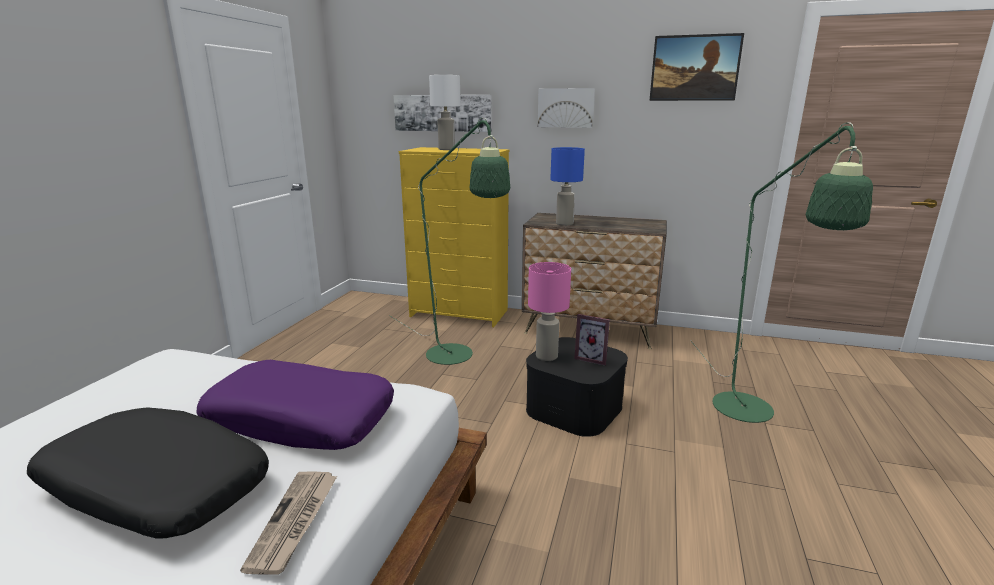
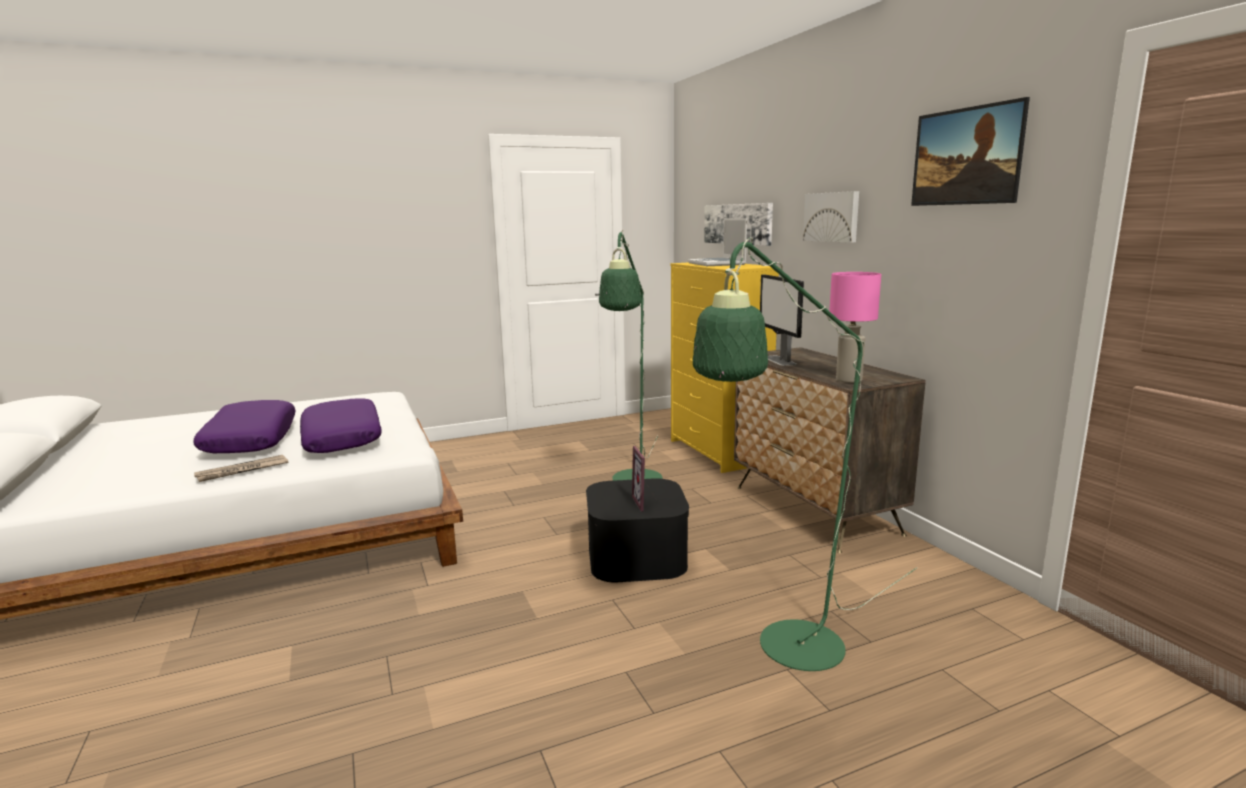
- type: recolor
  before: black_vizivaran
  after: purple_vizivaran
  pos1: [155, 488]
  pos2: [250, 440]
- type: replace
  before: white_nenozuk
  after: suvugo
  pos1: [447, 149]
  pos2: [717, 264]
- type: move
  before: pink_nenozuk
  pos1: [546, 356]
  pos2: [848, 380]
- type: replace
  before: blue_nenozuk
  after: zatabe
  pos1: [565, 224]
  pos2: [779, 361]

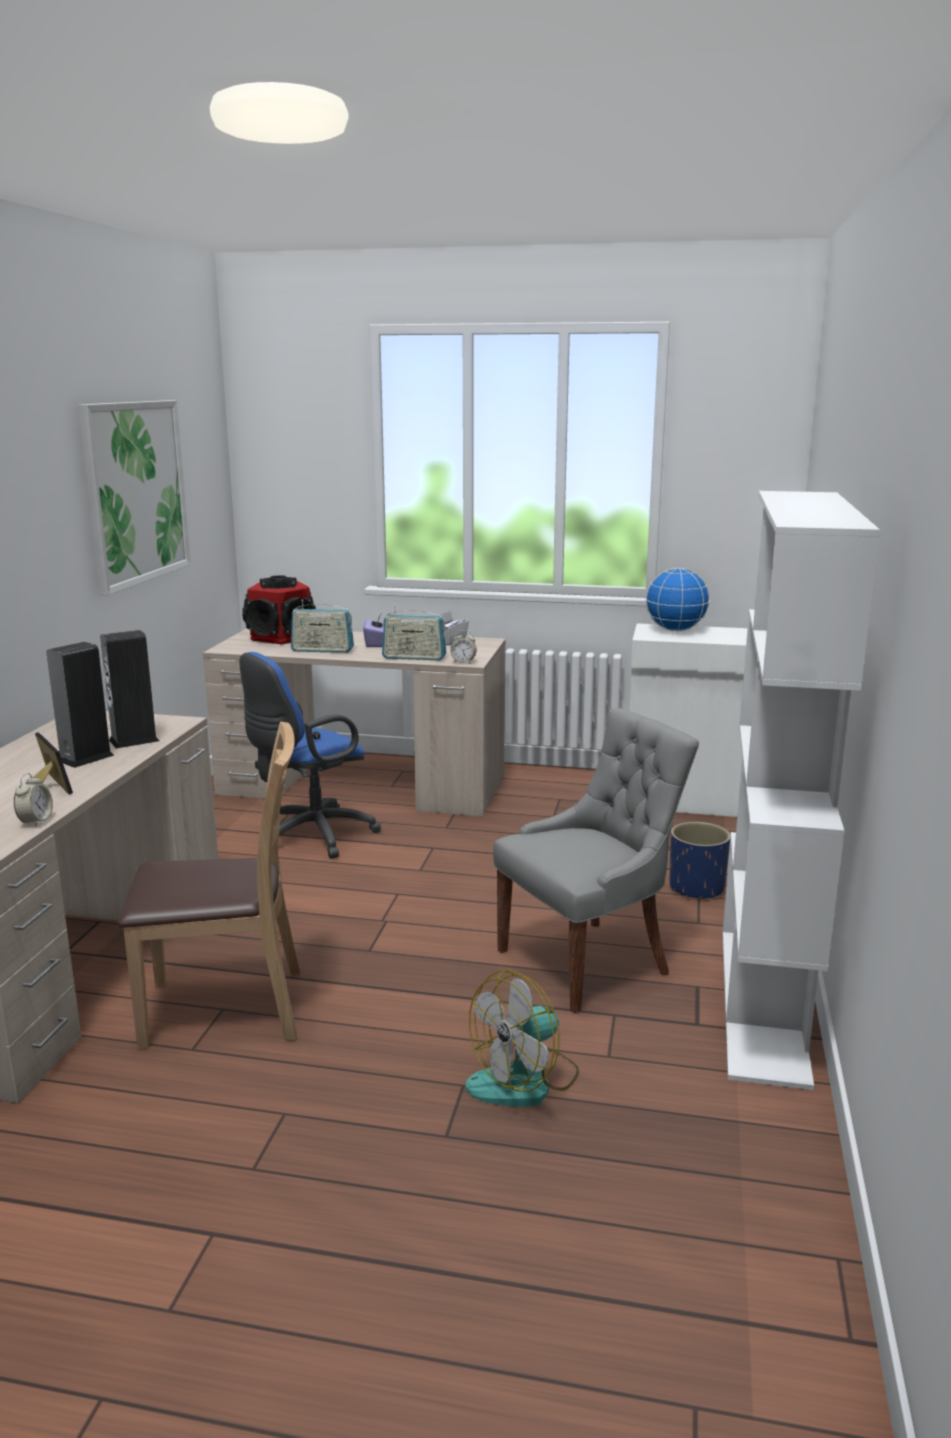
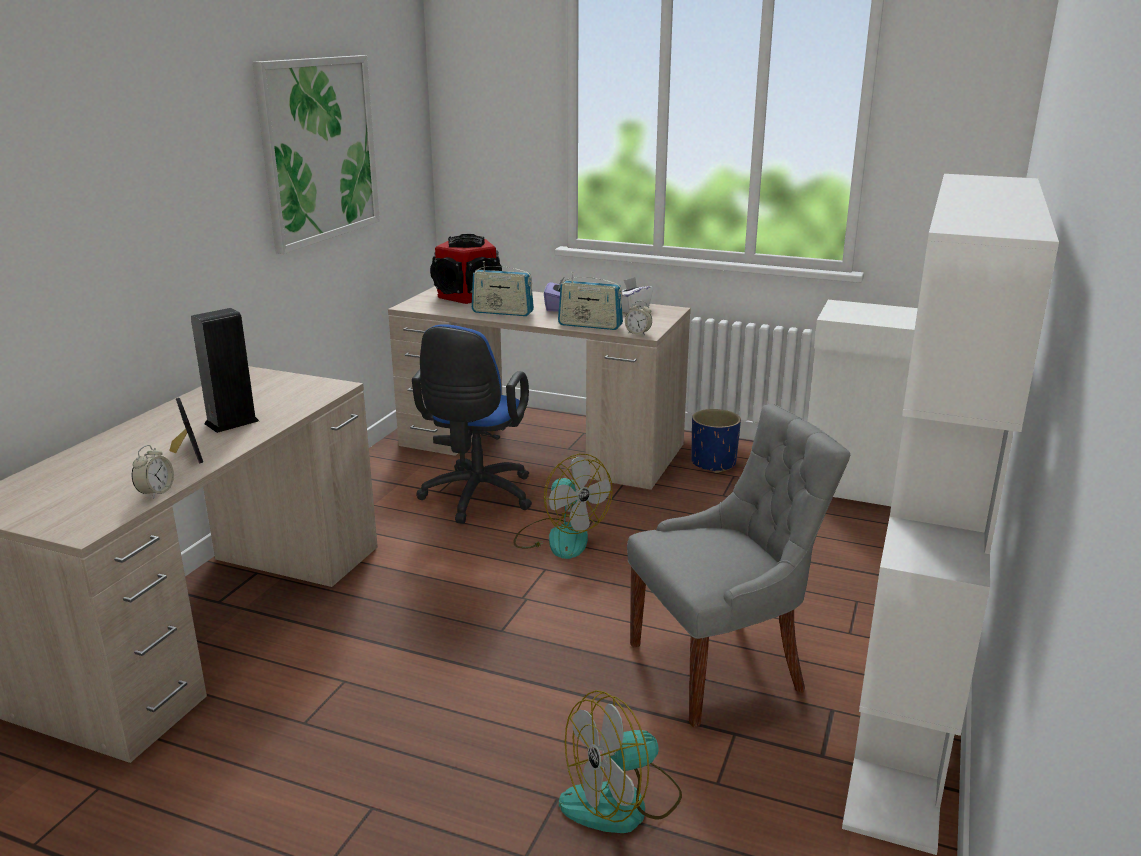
- type: delete
  before: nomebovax
  pos1: [134, 740]
- type: delete
  before: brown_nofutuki
  pos1: [226, 1009]
- type: rotate
  before: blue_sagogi
  pos1: [309, 837]
  pos2: [475, 498]
  turn: -45
- type: delete
  before: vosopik
  pos1: [675, 630]
- type: move
  before: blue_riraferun
  pos1: [696, 888]
  pos2: [713, 463]
- type: insert
  after: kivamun
  pos2: [560, 537]

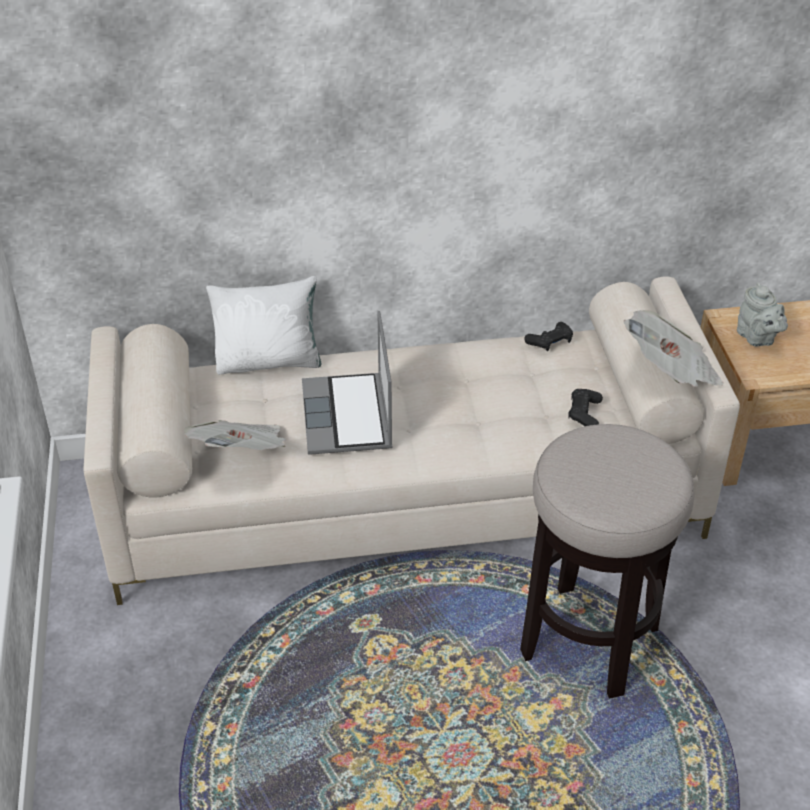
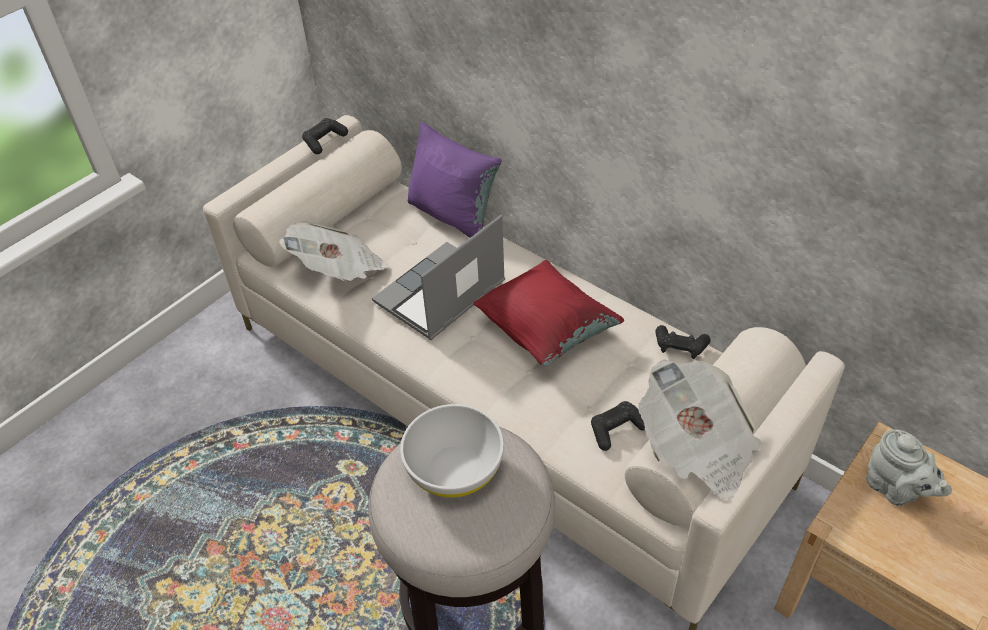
- type: recolor
  before: white_vizivaran
  after: purple_vizivaran
  pos1: [269, 361]
  pos2: [453, 215]
- type: rotate
  before: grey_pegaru
  pos1: [757, 338]
  pos2: [895, 490]
  turn: -60
- type: insert
  after: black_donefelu
  pos2: [324, 141]
- type: insert
  after: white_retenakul
  pos2: [454, 469]
- type: insert
  after: red_vizivaran
  pos2: [546, 332]

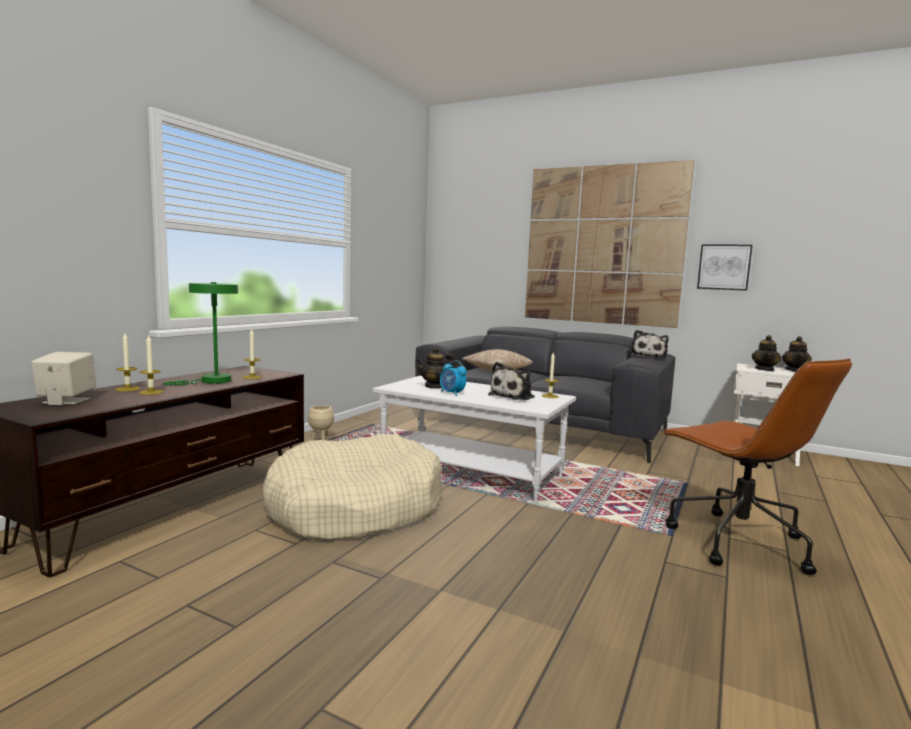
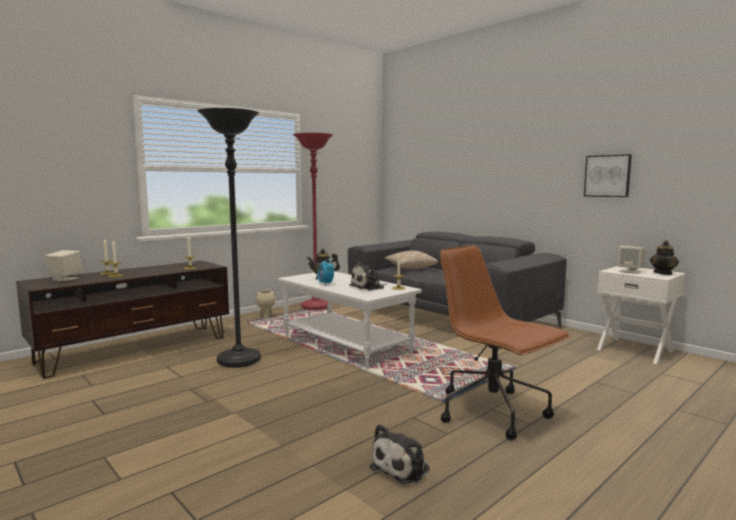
- type: delete
  before: green_nenozuk
  pos1: [211, 381]
- type: replace
  before: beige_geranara
  after: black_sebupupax
  pos1: [355, 508]
  pos2: [239, 360]
- type: delete
  before: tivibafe
  pos1: [602, 245]
- type: move
  before: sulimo
  pos1: [648, 356]
  pos2: [402, 467]
- type: rotate
  before: brown_sagogi
  pos1: [736, 541]
  pos2: [494, 412]
  turn: 150
- type: replace
  before: pegaru
  after: beige_nomebovax
  pos1: [764, 369]
  pos2: [630, 271]
- type: insert
  after: red_sebupupax
  pos2: [316, 307]

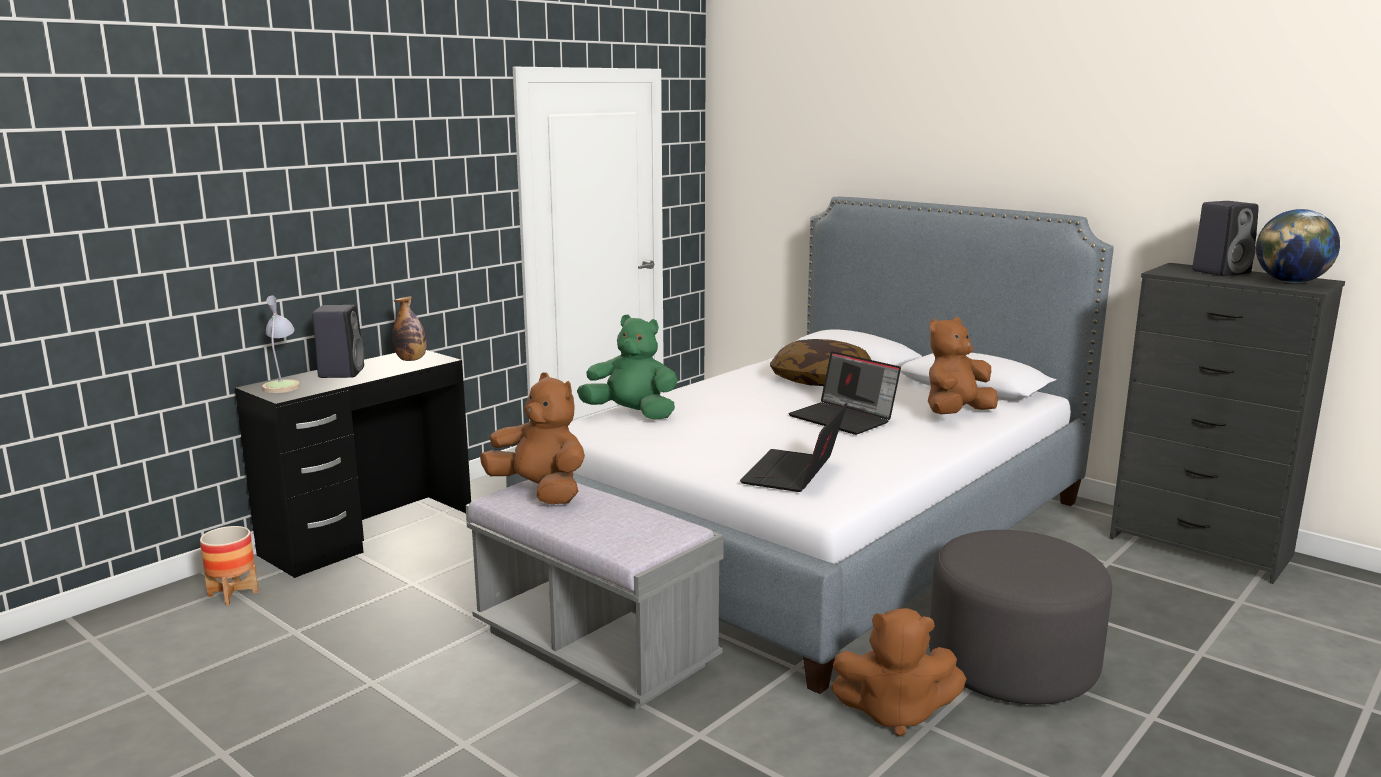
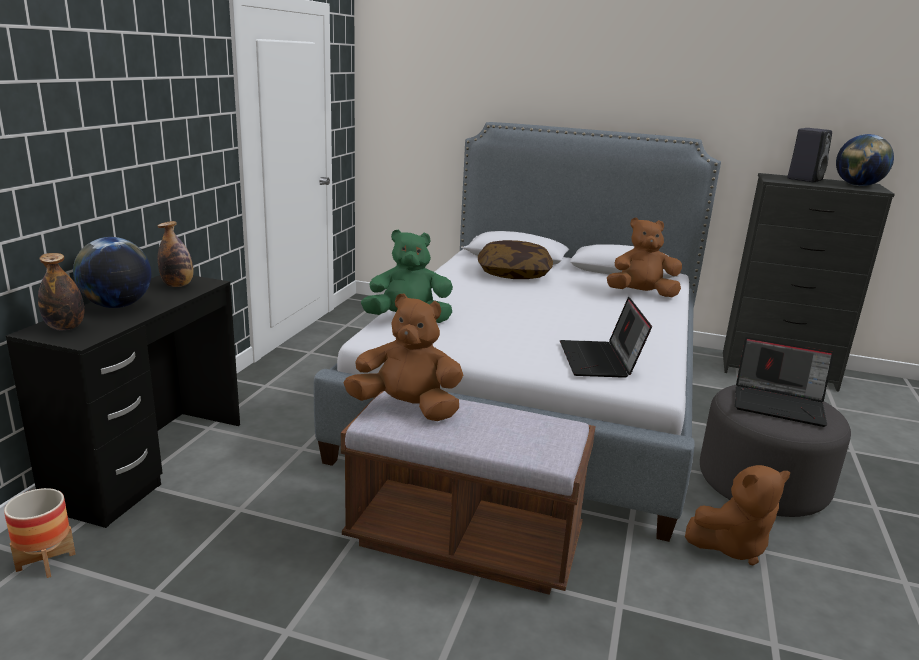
- type: replace
  before: nenozuk
  after: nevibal
  pos1: [283, 385]
  pos2: [65, 327]
- type: replace
  before: black_nomebovax
  after: vosopik
  pos1: [341, 372]
  pos2: [117, 306]
- type: recolor
  before: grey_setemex
  after: brown_setemex
  pos1: [594, 649]
  pos2: [464, 541]
- type: move
  before: suvugo
  pos1: [844, 418]
  pos2: [780, 404]
- type: rotate
  before: brown_sulimo
  pos1: [956, 414]
  pos2: [641, 294]
  turn: 60

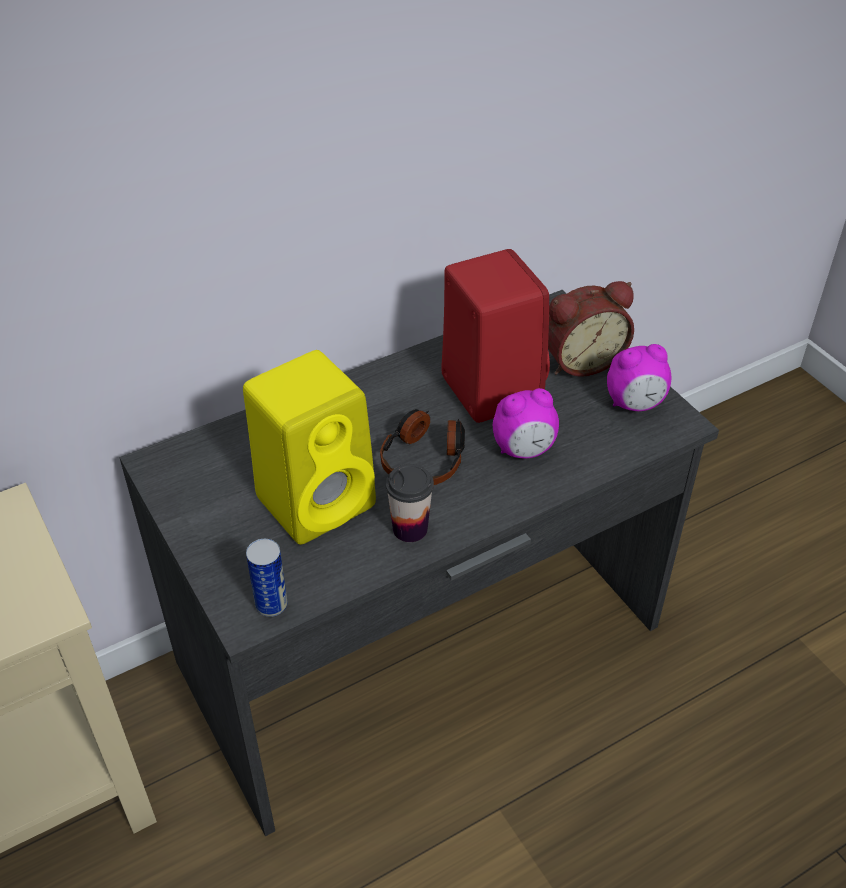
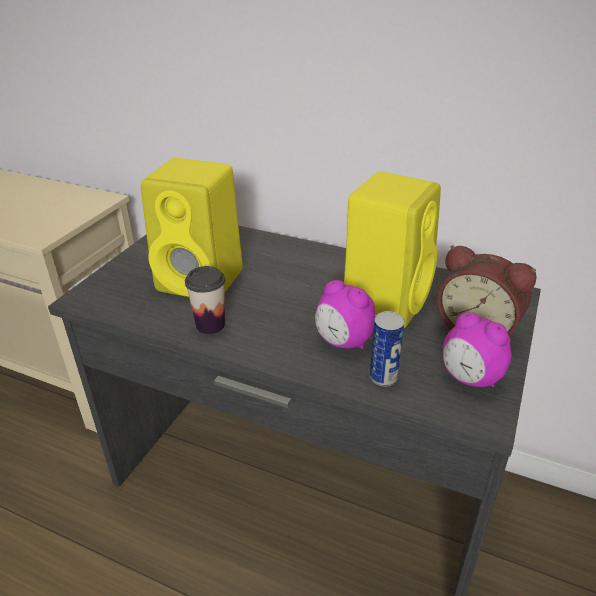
- type: move
  before: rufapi
  pos1: [271, 605]
  pos2: [383, 377]
- type: delete
  before: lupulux
  pos1: [425, 458]
- type: recolor
  before: red_nomebovax
  after: yellow_nomebovax
  pos1: [488, 387]
  pos2: [386, 300]

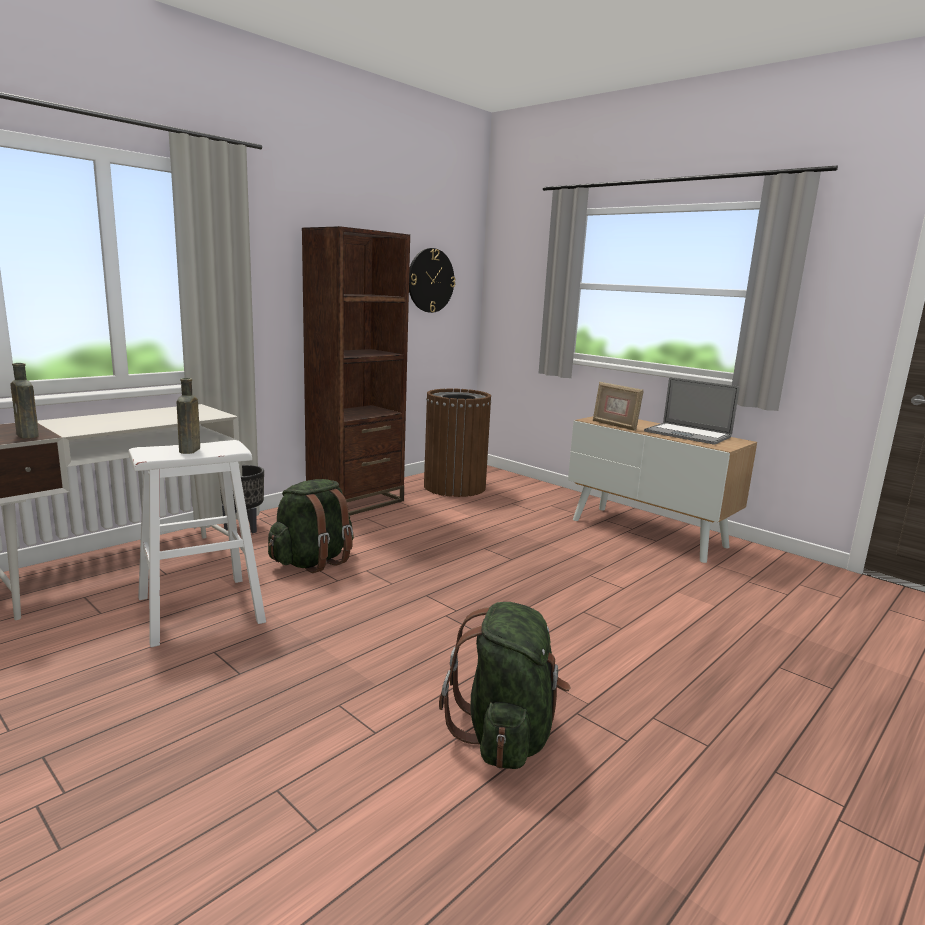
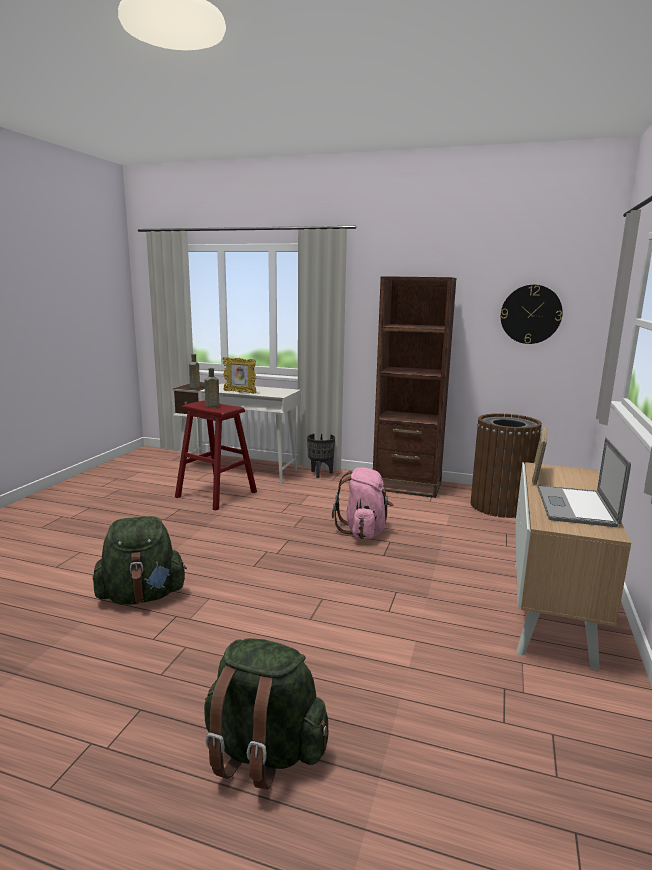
- type: recolor
  before: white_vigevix
  after: red_vigevix
  pos1: [200, 609]
  pos2: [216, 494]
- type: move
  before: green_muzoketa
  pos1: [313, 561]
  pos2: [263, 752]
- type: insert
  after: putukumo
  pos2: [240, 392]
- type: insert
  after: pink_muzoketa
  pos2: [363, 531]

